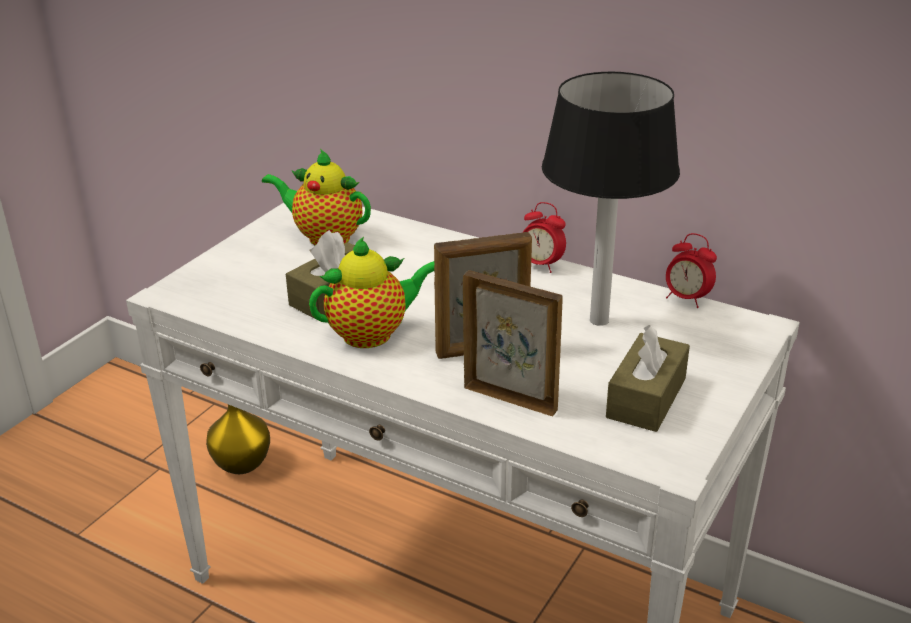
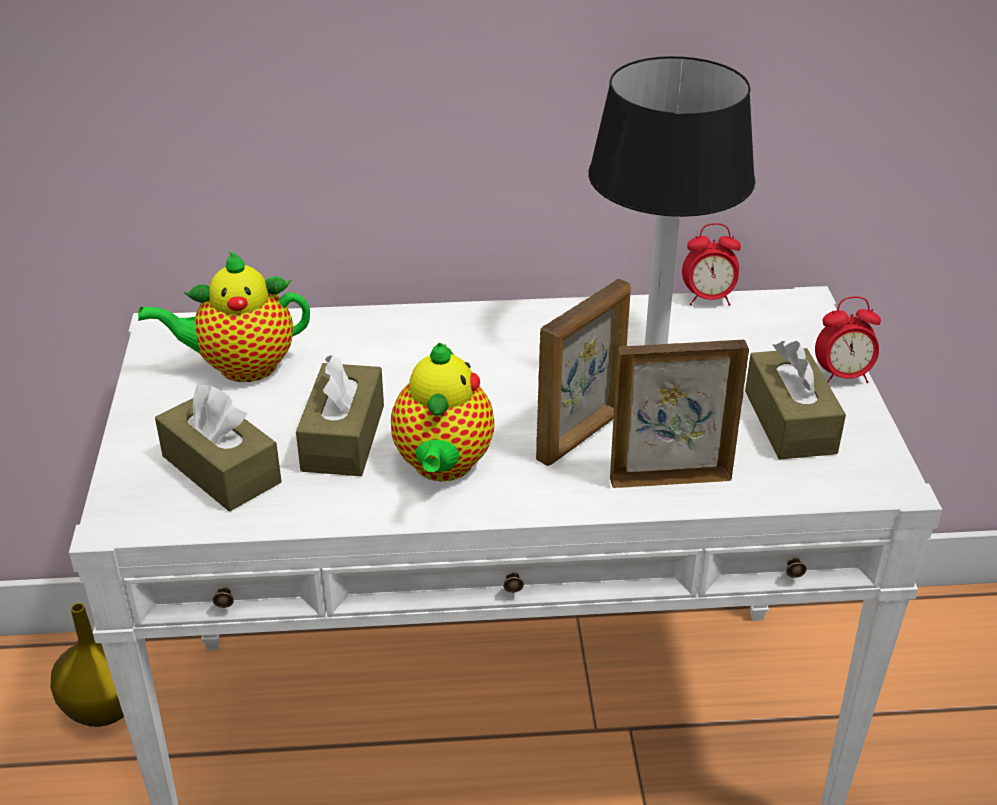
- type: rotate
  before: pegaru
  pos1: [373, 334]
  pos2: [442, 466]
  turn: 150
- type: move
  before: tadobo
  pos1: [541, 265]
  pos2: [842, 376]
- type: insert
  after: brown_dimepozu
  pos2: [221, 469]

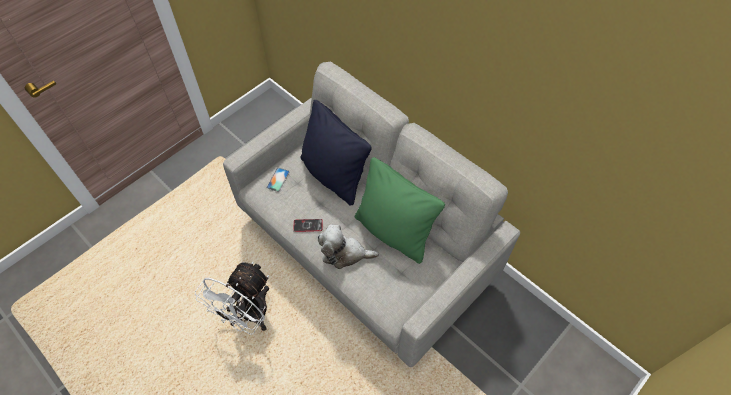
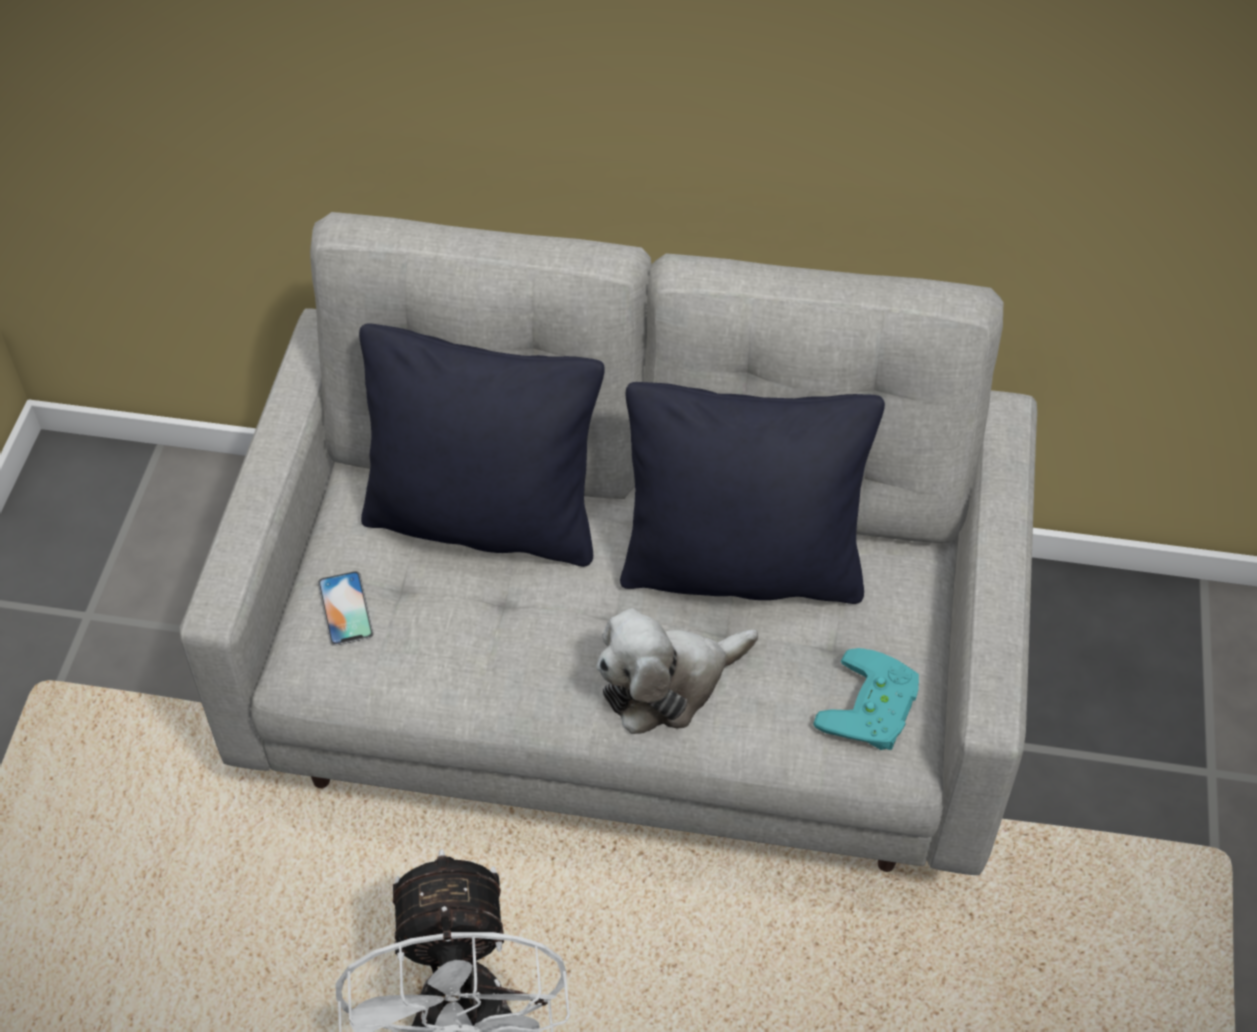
- type: delete
  before: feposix
  pos1: [308, 225]
- type: recolor
  before: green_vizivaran
  after: black_vizivaran
  pos1: [394, 232]
  pos2: [742, 567]
- type: insert
  after: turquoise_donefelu
  pos2: [875, 709]

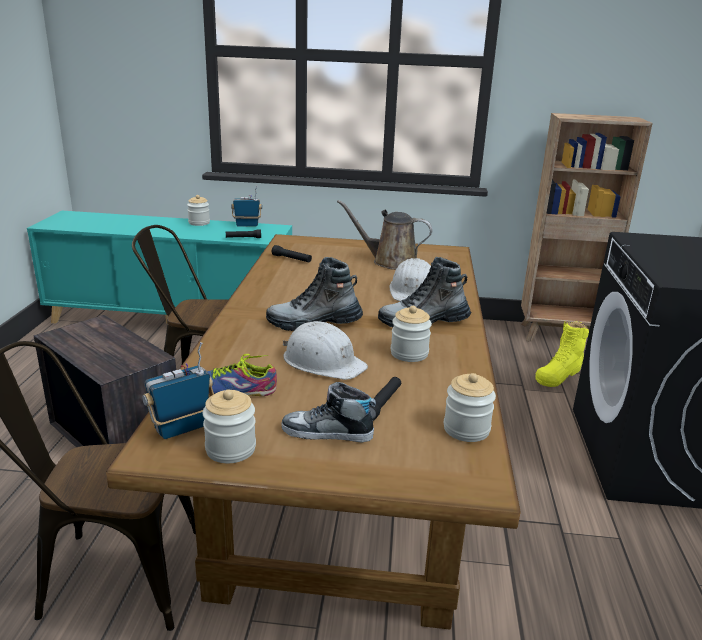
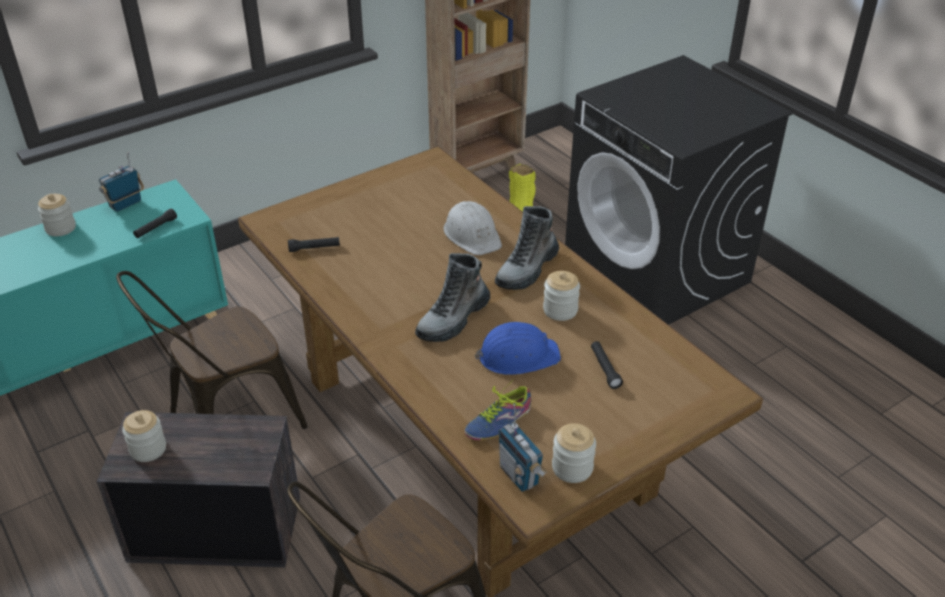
- type: rotate
  before: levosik
  pos1: [182, 428]
  pos2: [519, 475]
  turn: -45
- type: delete
  before: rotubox
  pos1: [327, 433]
- type: recolor
  before: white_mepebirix
  after: blue_mepebirix
  pos1: [323, 362]
  pos2: [517, 356]
- type: delete
  before: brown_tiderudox
  pos1: [390, 262]
- type: move
  before: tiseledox
  pos1: [466, 429]
  pos2: [148, 449]

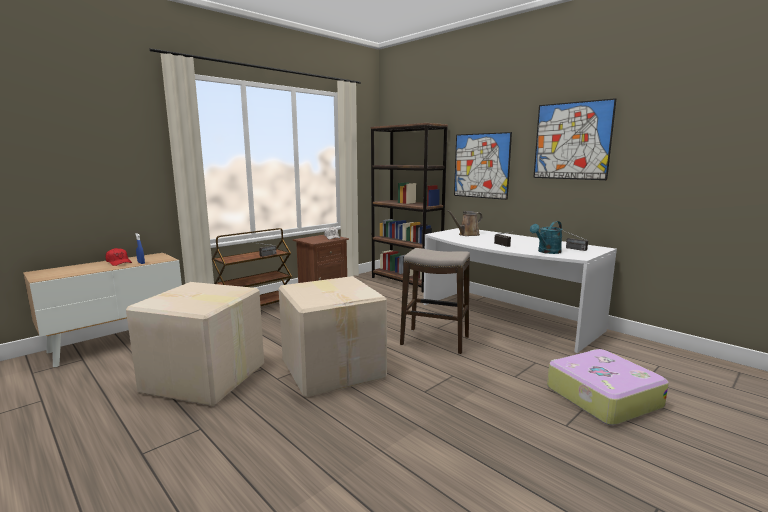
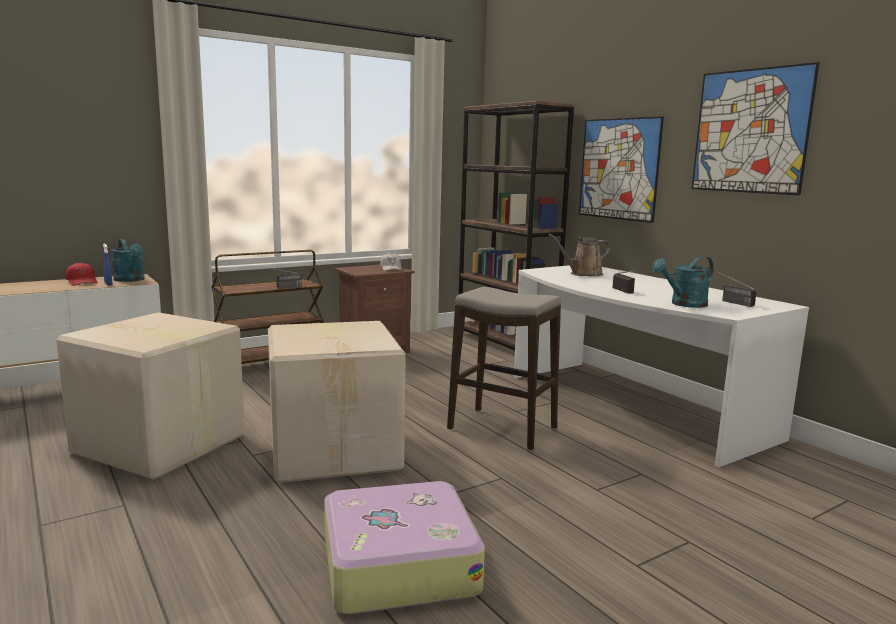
- type: move
  before: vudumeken
  pos1: [601, 397]
  pos2: [397, 564]
- type: insert
  after: turquoise_tiderudox
  pos2: [131, 280]

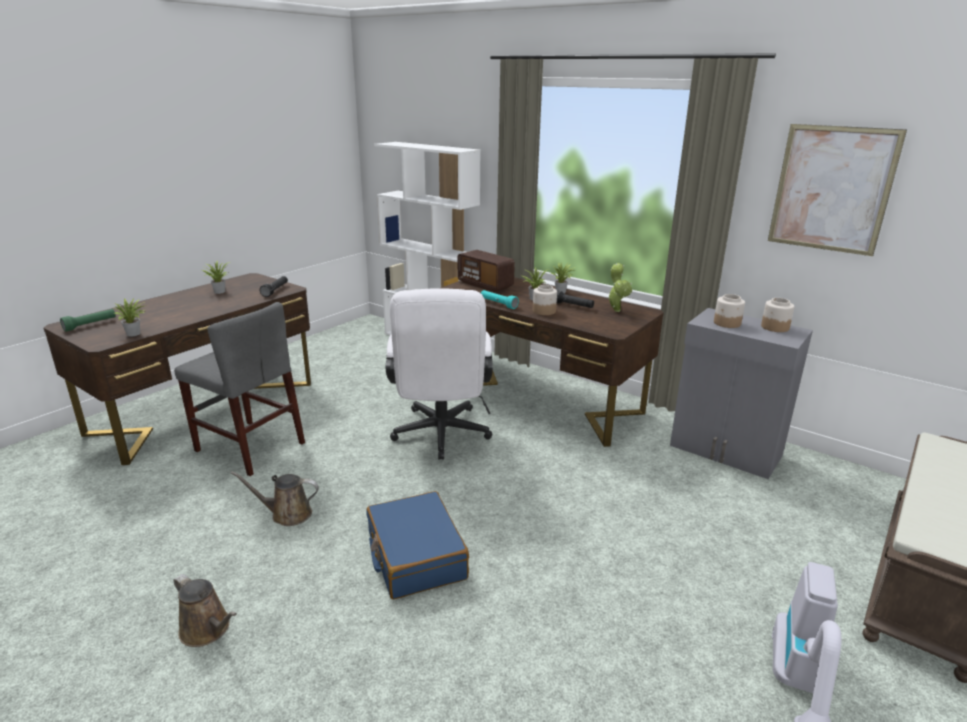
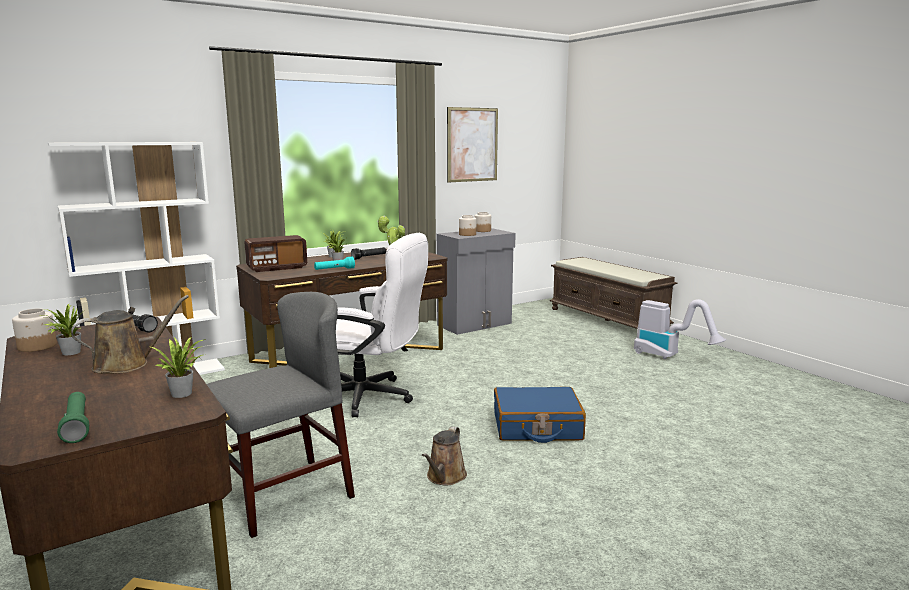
- type: move
  before: brown_tiderudox
  pos1: [208, 630]
  pos2: [127, 364]
- type: move
  before: tiseledox
  pos1: [543, 311]
  pos2: [37, 346]

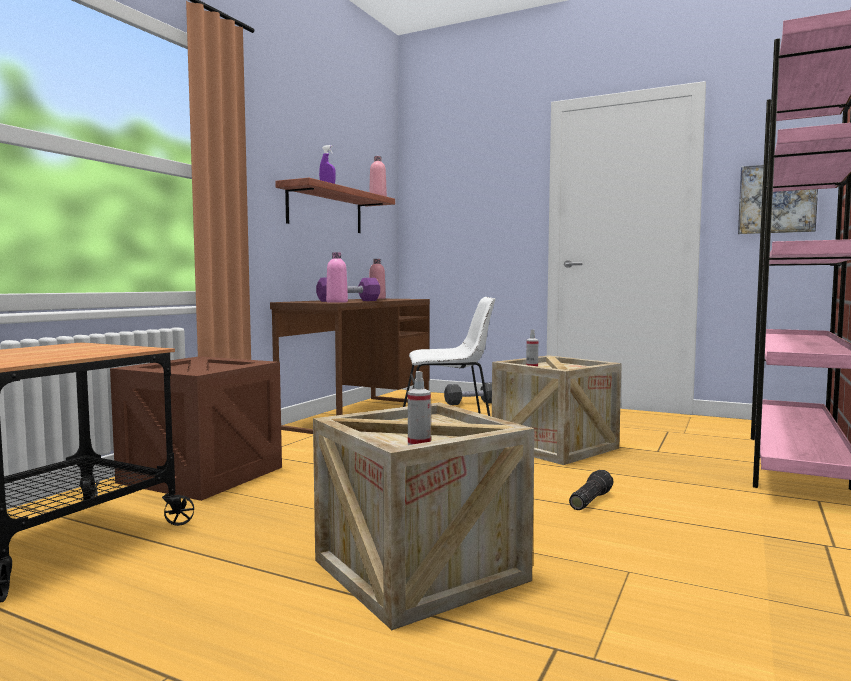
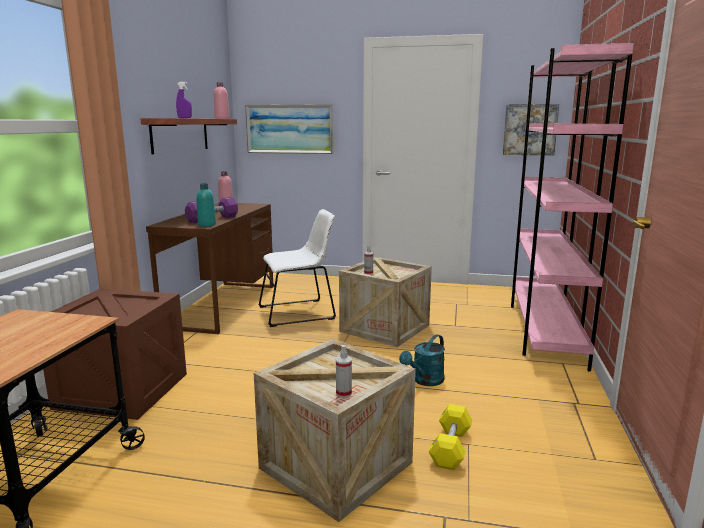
- type: recolor
  before: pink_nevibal
  after: turquoise_nevibal
  pos1: [337, 302]
  pos2: [207, 225]
- type: delete
  before: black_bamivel
  pos1: [471, 403]
- type: replace
  before: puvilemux
  after: turquoise_tiderudox
  pos1: [589, 500]
  pos2: [425, 381]
- type: insert
  after: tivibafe
  pos2: [289, 129]
- type: insert
  after: yellow_bamivel
  pos2: [450, 447]

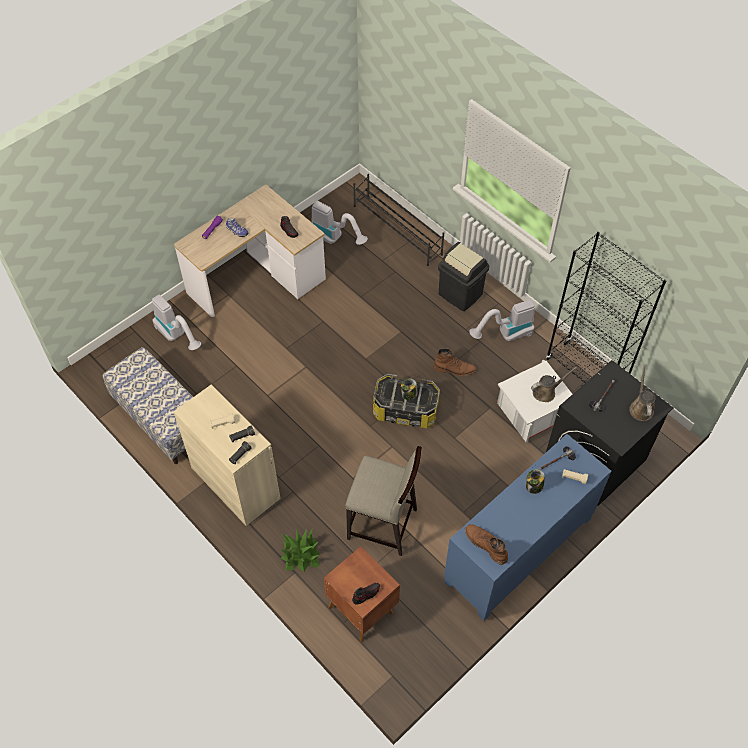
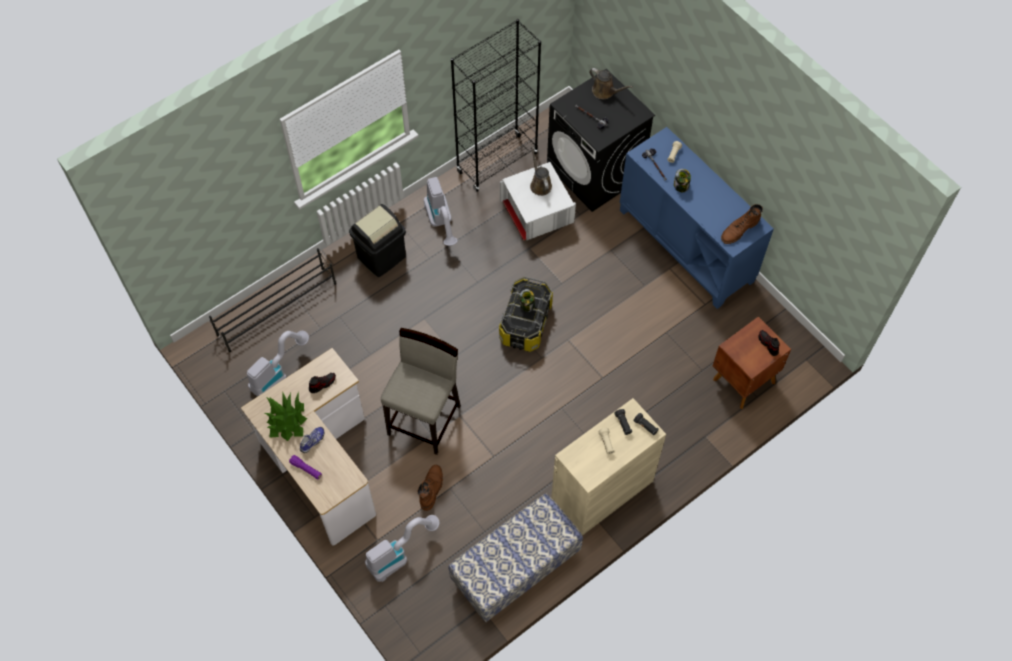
- type: move
  before: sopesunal
  pos1: [300, 554]
  pos2: [287, 421]
- type: move
  before: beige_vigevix
  pos1: [383, 525]
  pos2: [425, 420]
- type: move
  before: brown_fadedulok
  pos1: [454, 369]
  pos2: [431, 488]
- type: rotate
  before: brown_tiderudox
  pos1: [641, 408]
  pos2: [605, 91]
  turn: -150

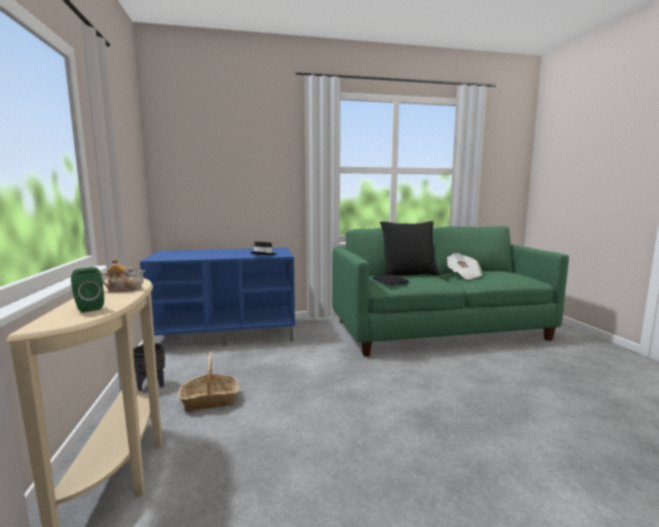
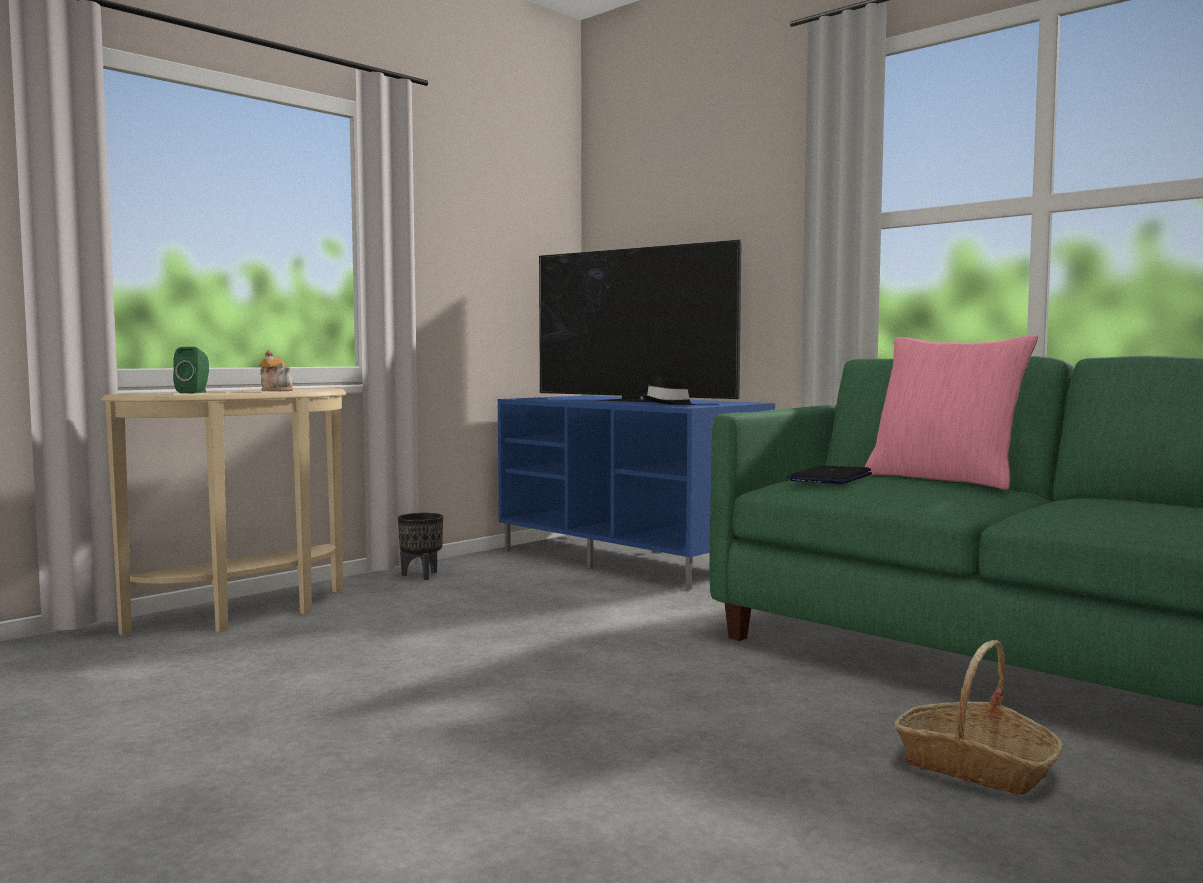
- type: move
  before: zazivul
  pos1: [210, 400]
  pos2: [976, 767]
- type: recolor
  before: black_vizivaran
  after: pink_vizivaran
  pos1: [408, 274]
  pos2: [944, 479]
- type: delete
  before: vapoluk
  pos1: [463, 275]
- type: insert
  after: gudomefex
  pos2: [632, 400]

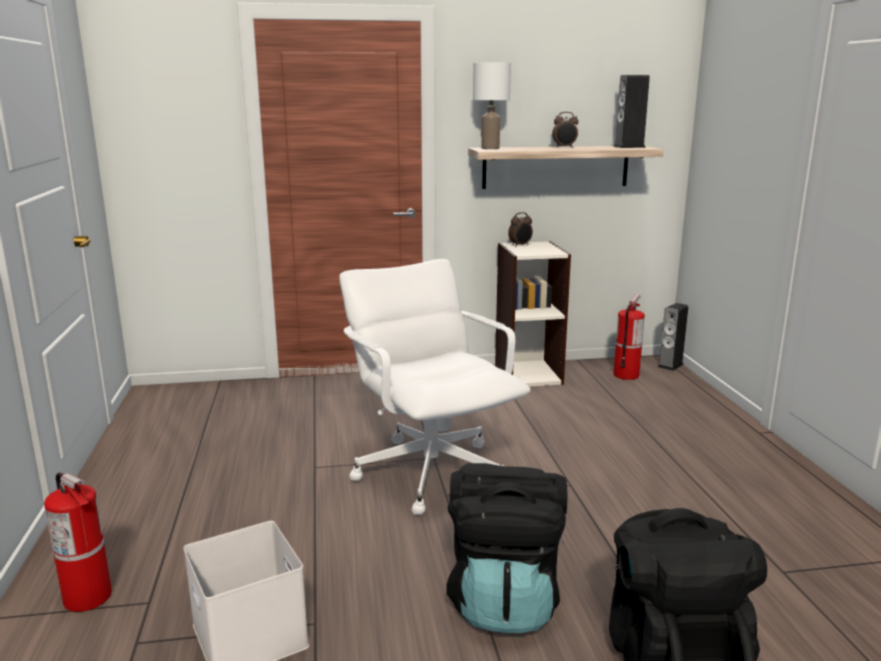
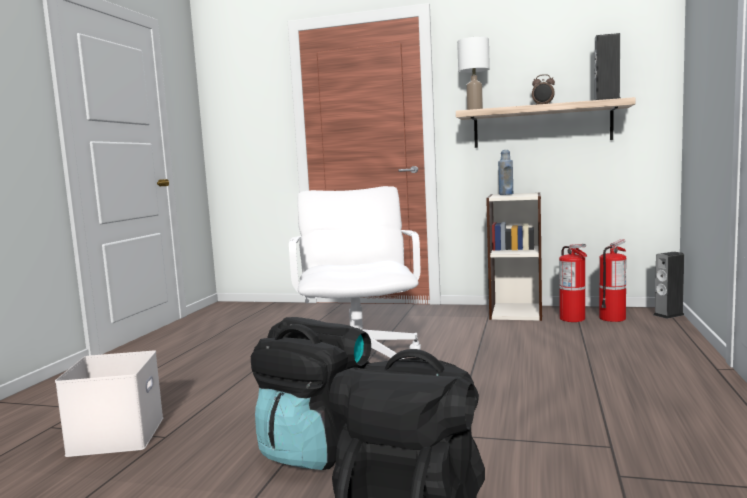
- type: move
  before: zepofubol
  pos1: [88, 597]
  pos2: [572, 319]
- type: replace
  before: tadobo
  after: blue_nevibal
  pos1: [520, 245]
  pos2: [506, 194]

